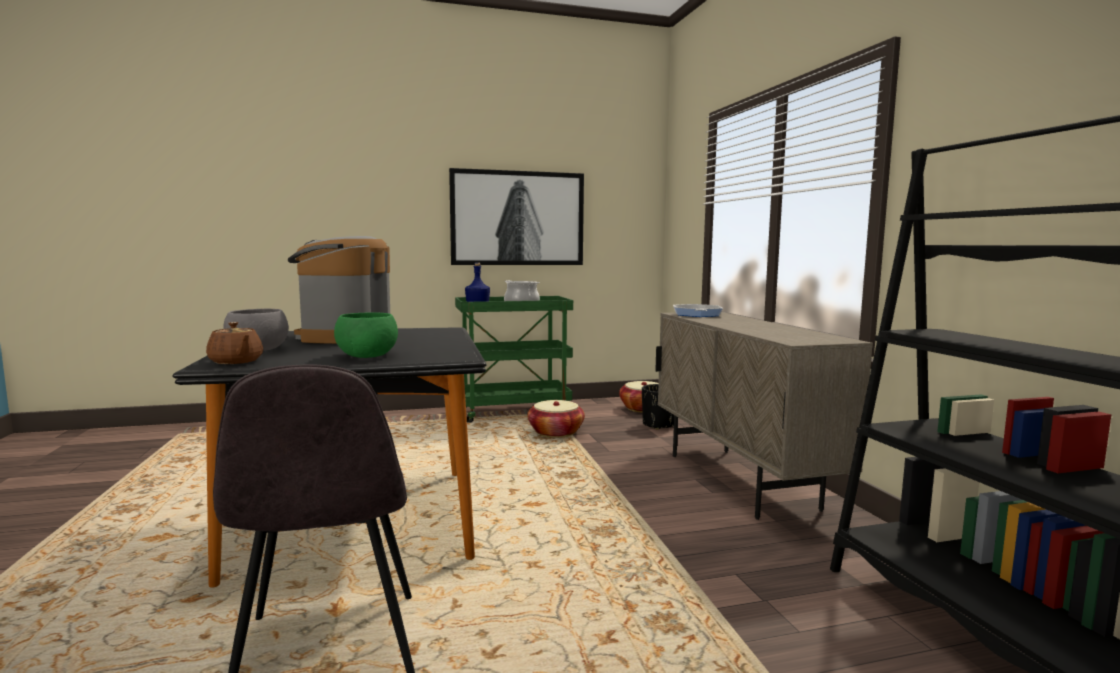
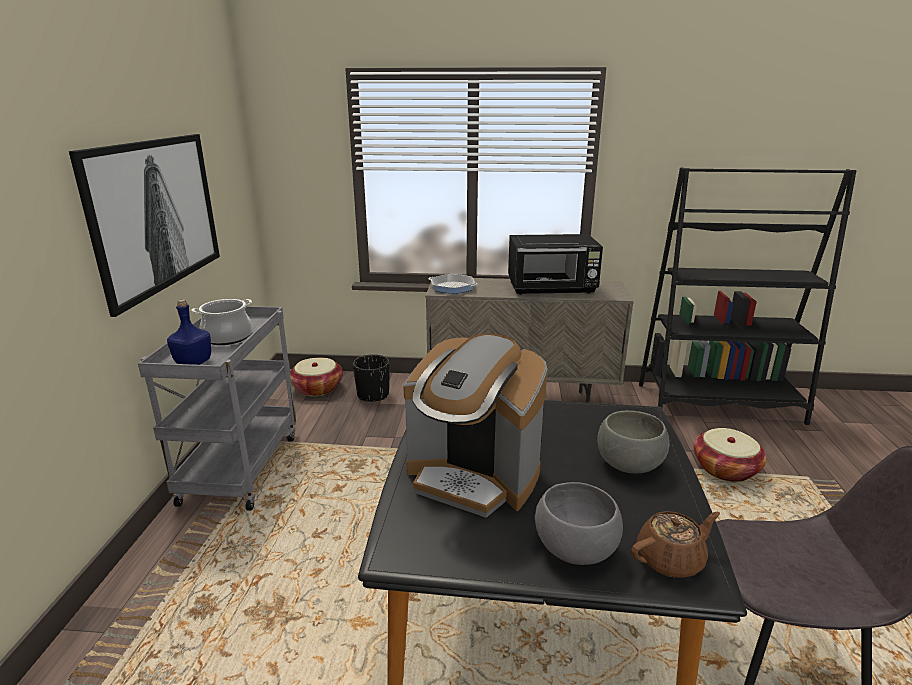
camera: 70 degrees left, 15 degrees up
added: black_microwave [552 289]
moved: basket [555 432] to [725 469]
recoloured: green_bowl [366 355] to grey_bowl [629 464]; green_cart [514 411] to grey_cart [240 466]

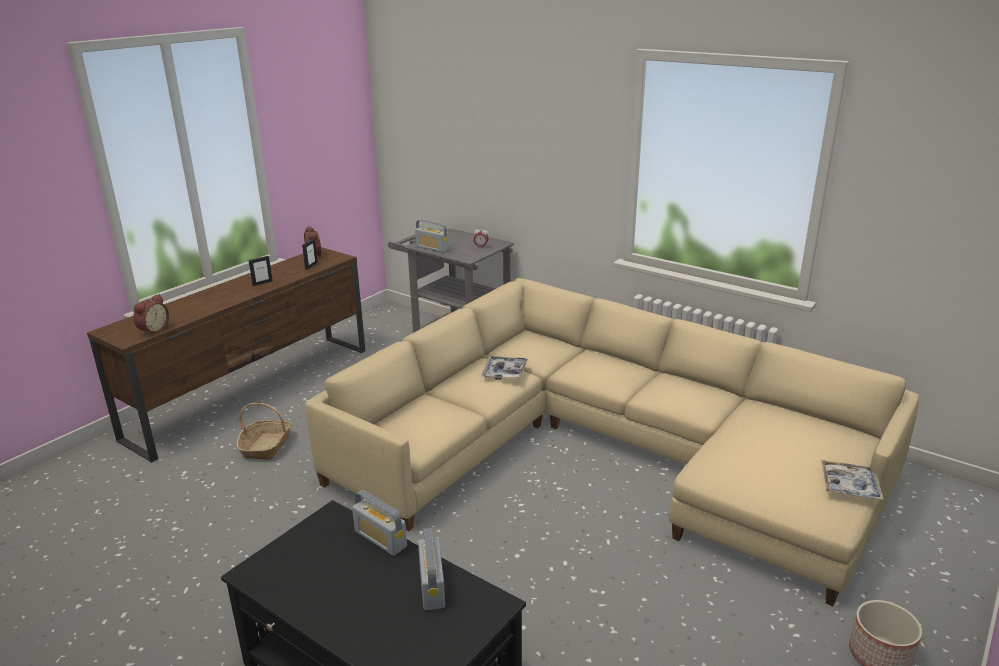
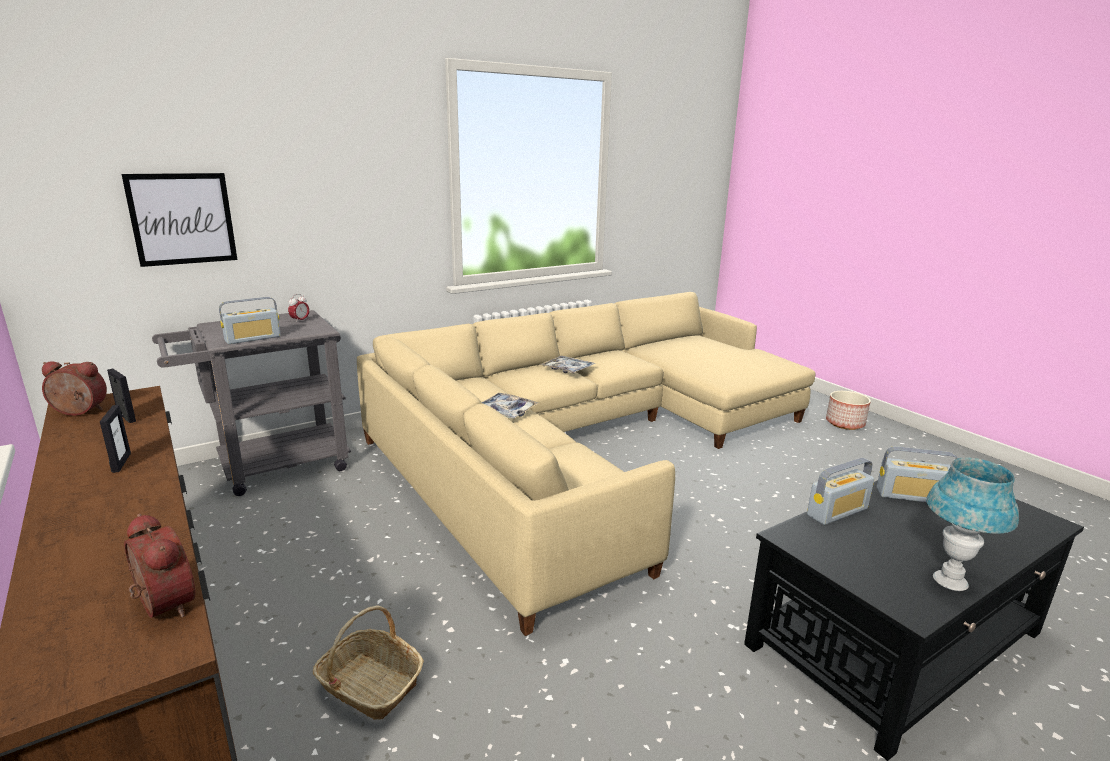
camera: 70 degrees left, 5 degrees down
added: picture [182 219]; blue_table_lamp [950 582]
moved: tray [849 486] to [567 369]

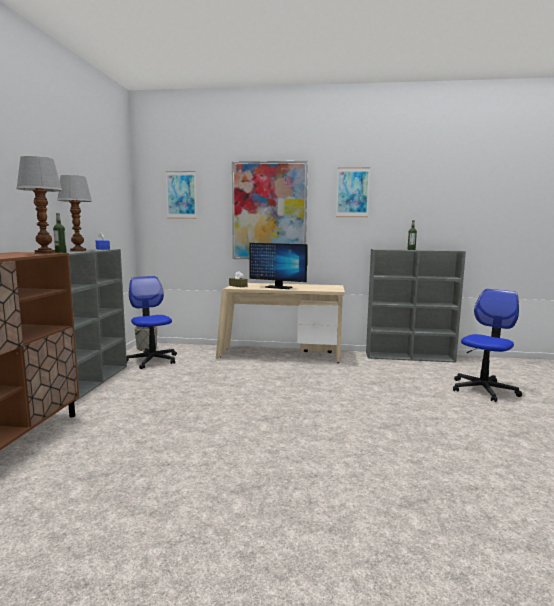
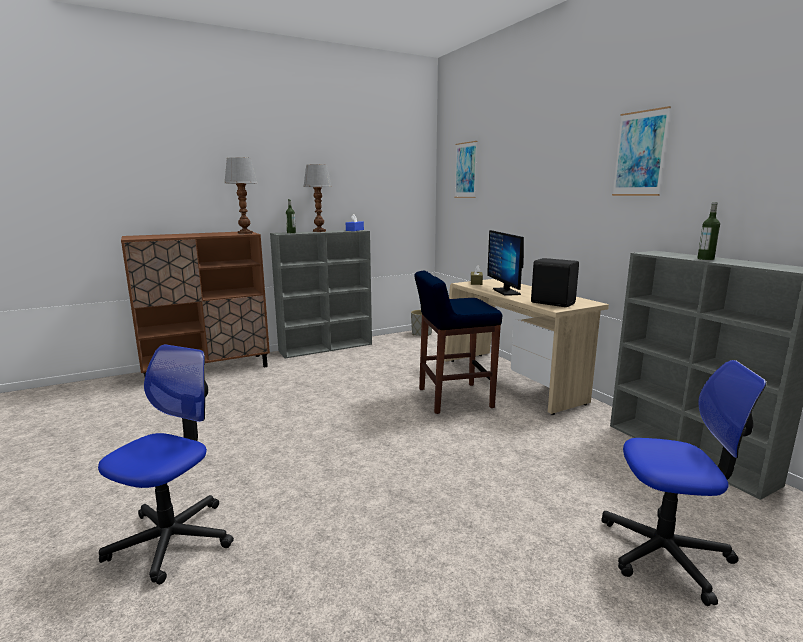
camera: 55 degrees right, 5 degrees up
removed: picture [269 211]
added: blue_stool [453 398]; black_speaker [552 303]
moved: office_chair [152 360] to [172 539]

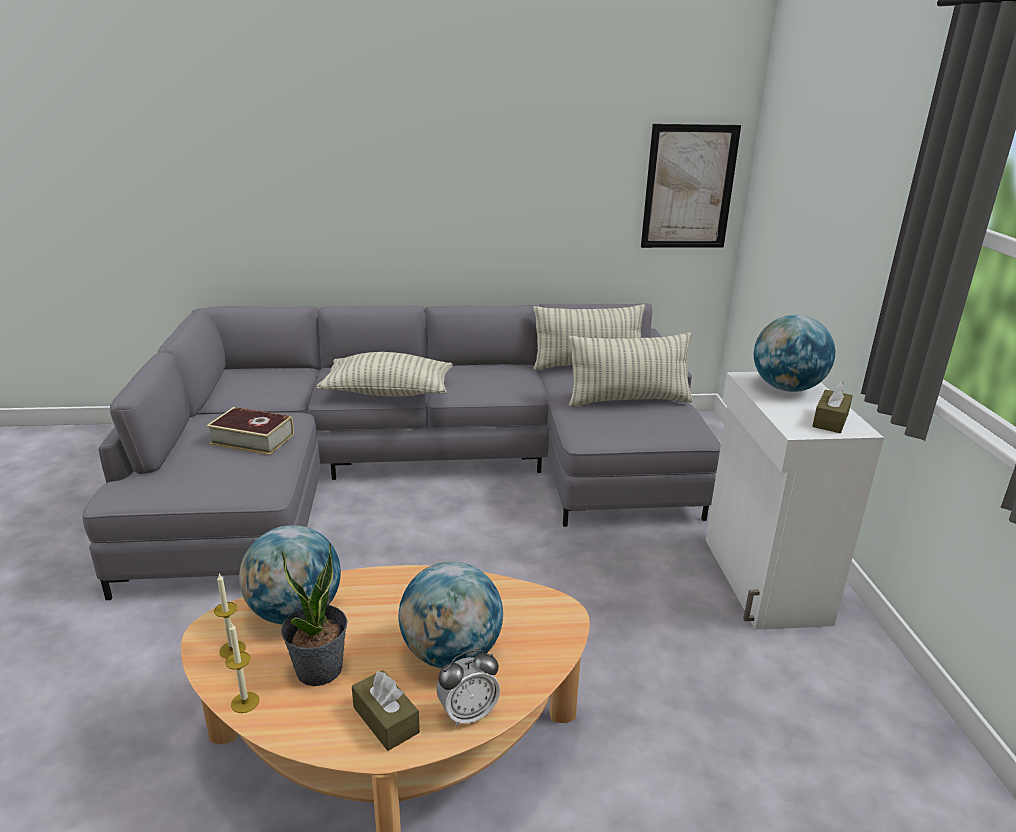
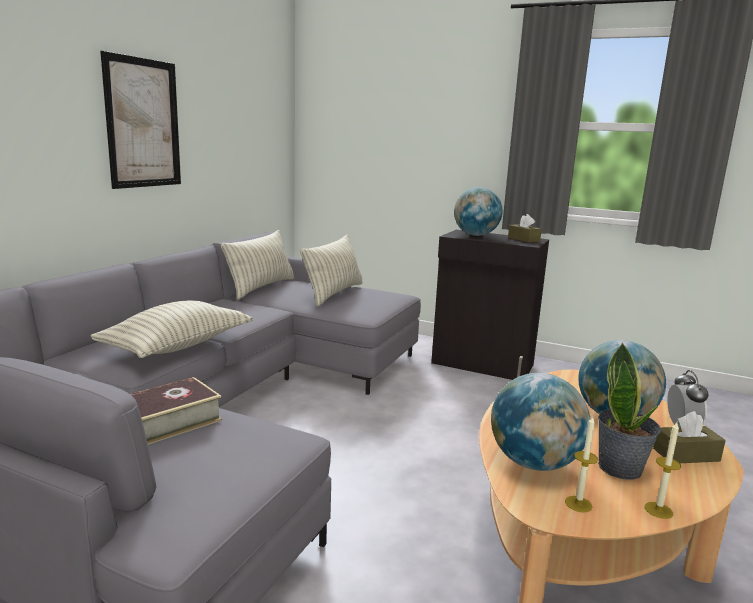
camera: 60 degrees left, 10 degrees down
moved: picture [689 187] to [143 123]
recoloured: white_cabinet [762 580] to black_cabinet [483 364]

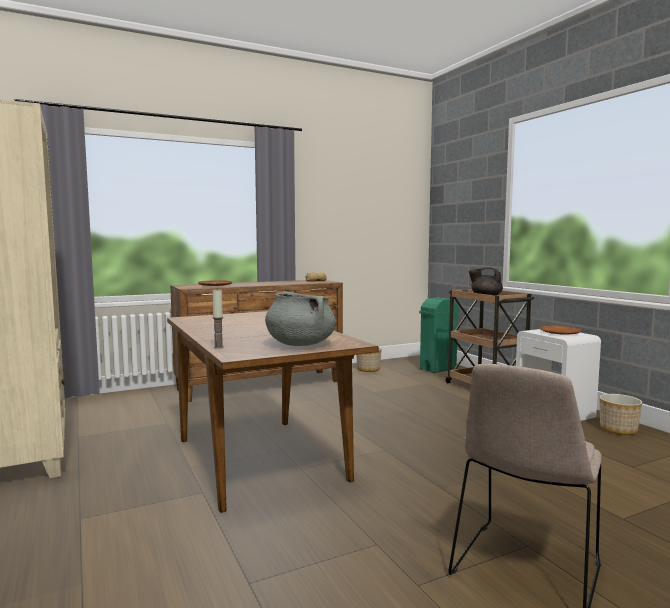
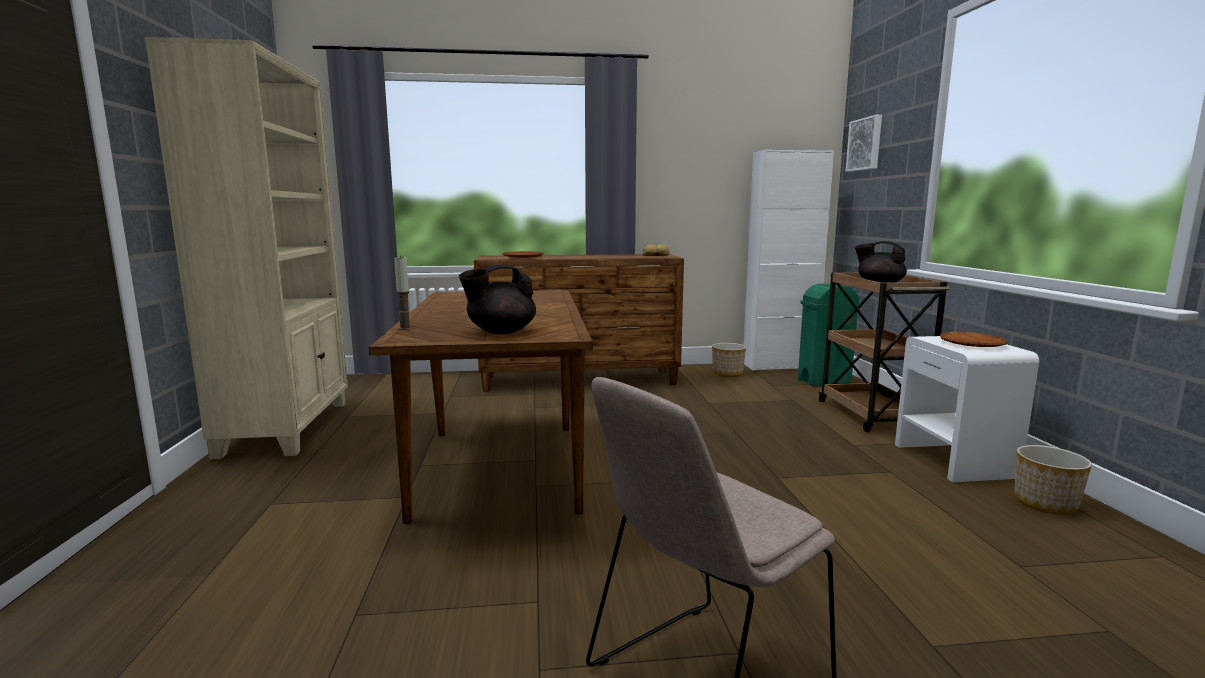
camera: 20 degrees right, 5 degrees up
added: white_cabinet [779 366]; picture [865 144]
replaced: grey_cooking_pot [300 344] to black_teapot [500 332]

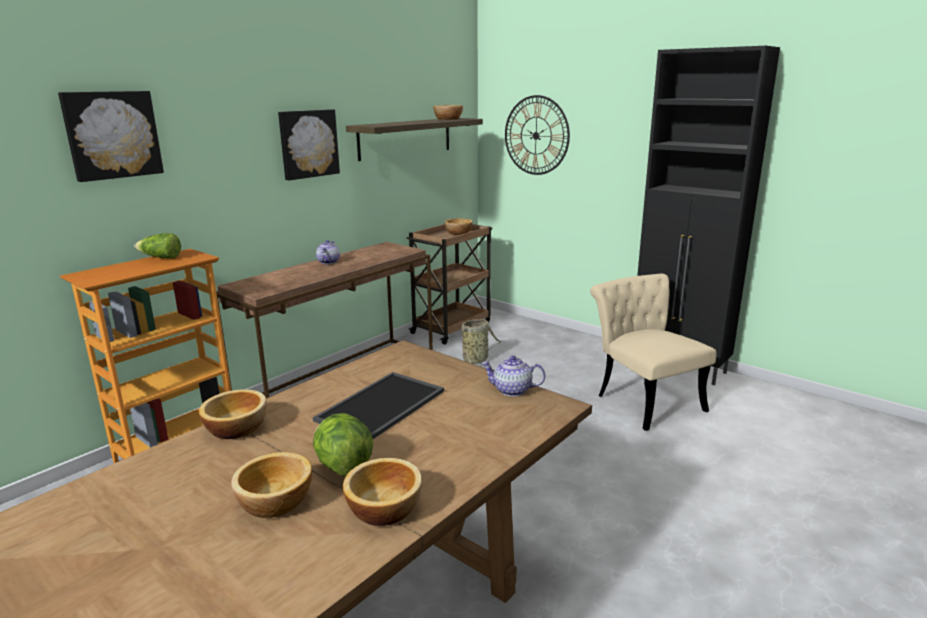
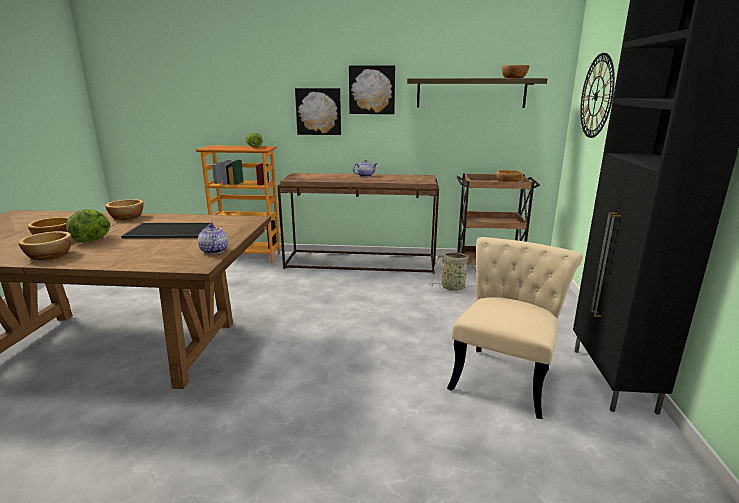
camera: 55 degrees right, 0 degrees up
moved: picture [112 135] to [319 111]

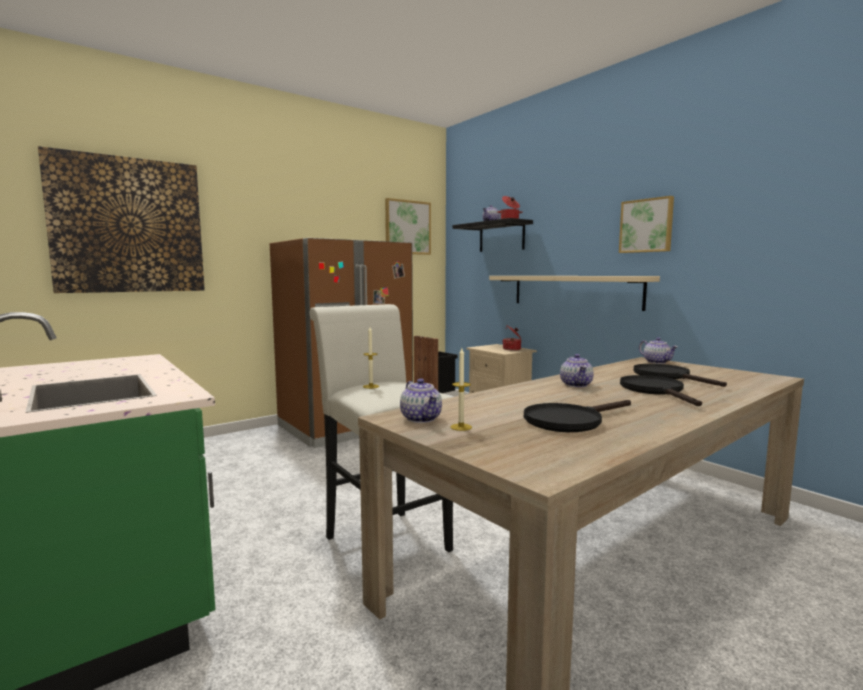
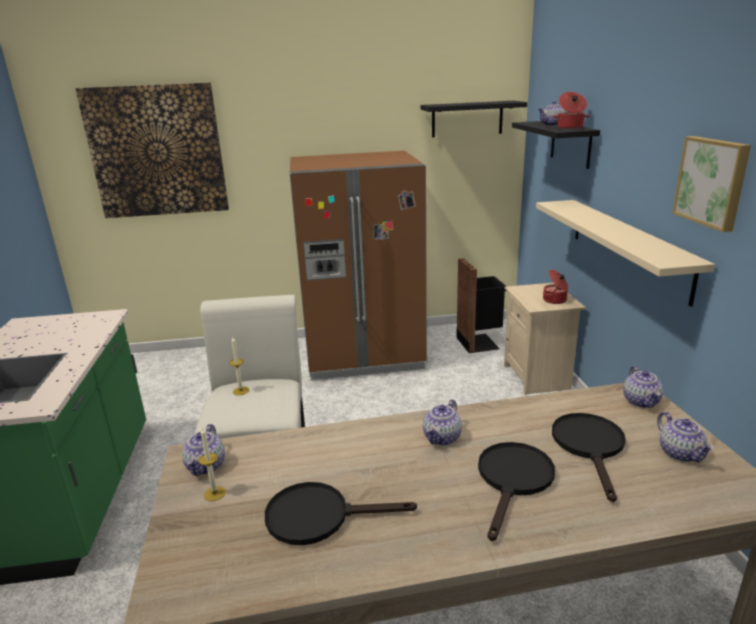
camera: 30 degrees right, 15 degrees up
added: teapot [681 453]
replaced: picture [407 227] to black_shelf [467 119]

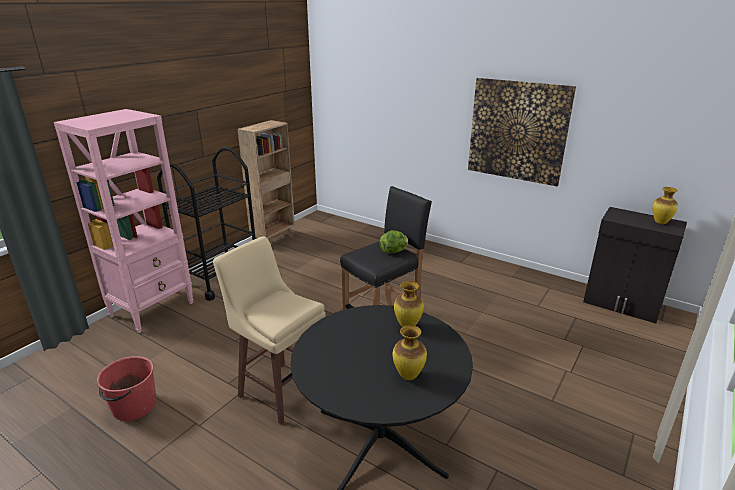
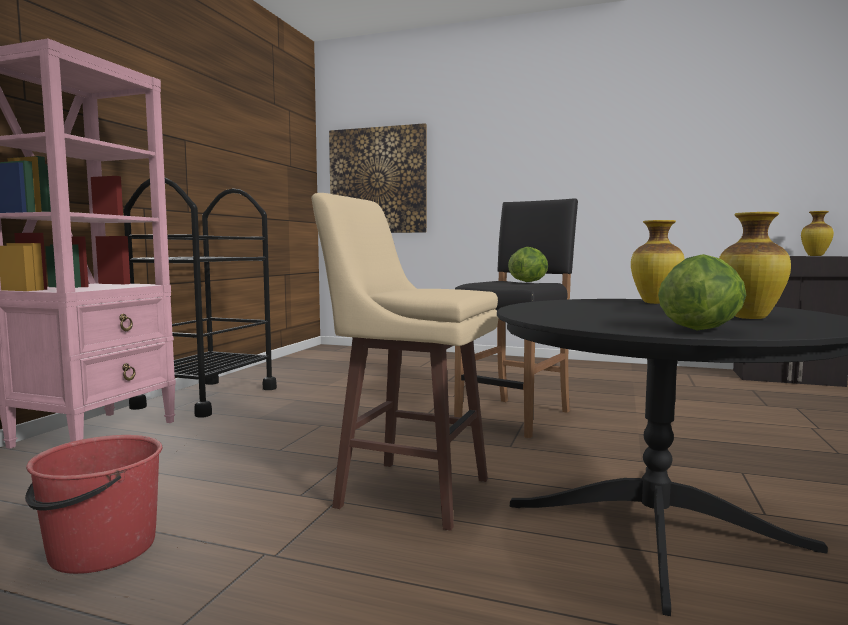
camera: 15 degrees left, 20 degrees down
removed: brown_bookcase [274 240]
added: lettuce [701 329]
moved: picture [517 131] to [377 180]

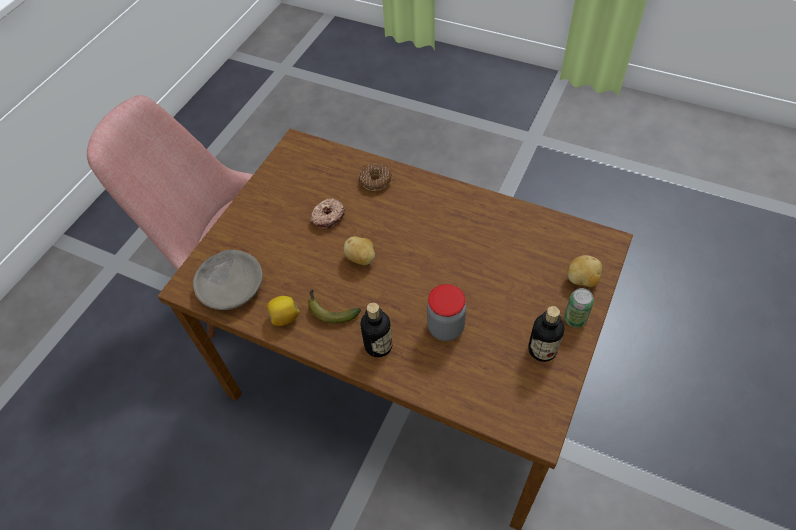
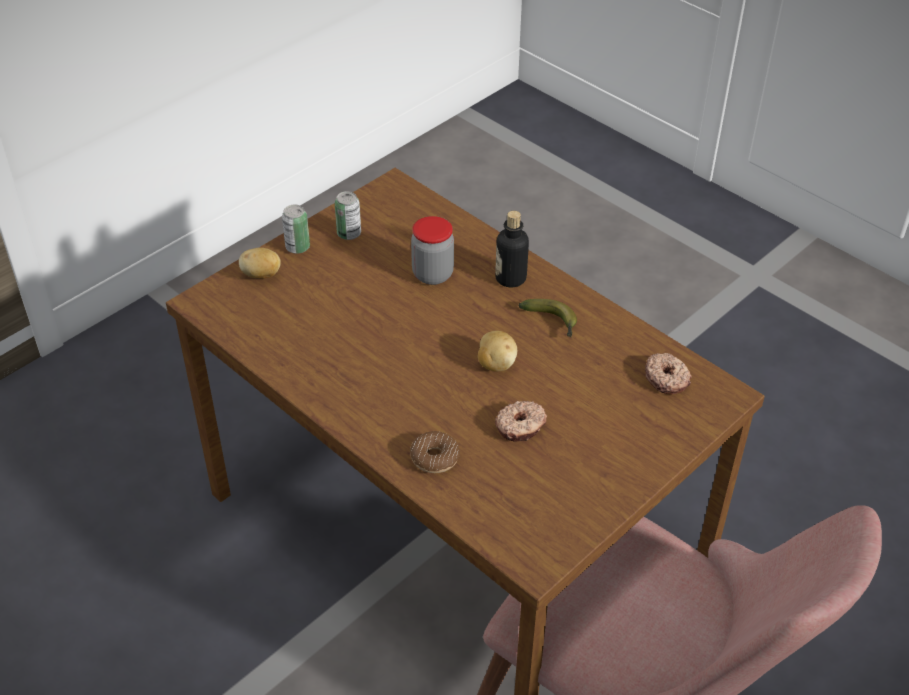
camera: 165 degrees left, 10 degrees down
removed: lemon [285 317]
replaced: grey_bowl [231 286] to donut [667 378]; bottle [542 349] to can [349 234]

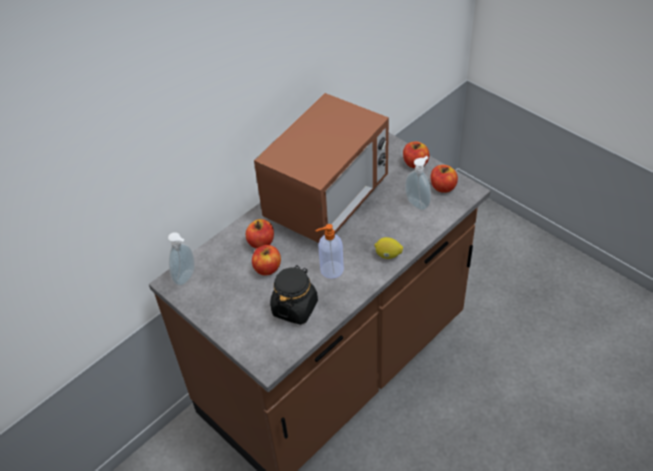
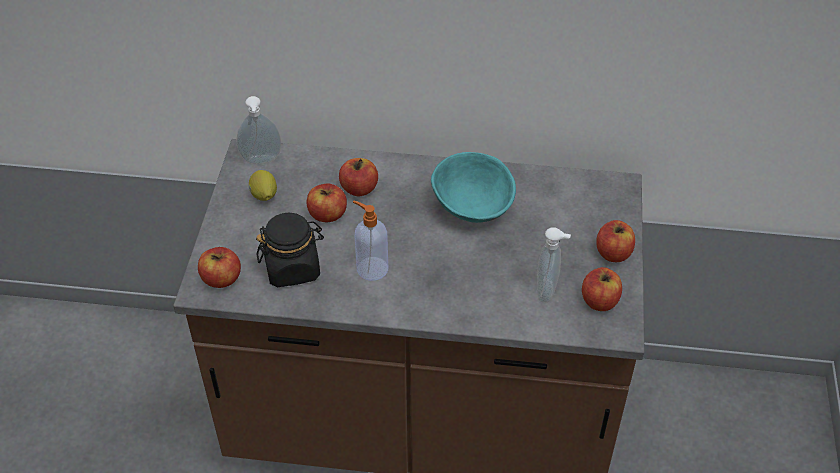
camera: 50 degrees right, 0 degrees up
added: apple [221 279]
moved: lemon [388 255] to [264 196]
replaced: microwave [327 200] to turquoise_bowl [472 207]

